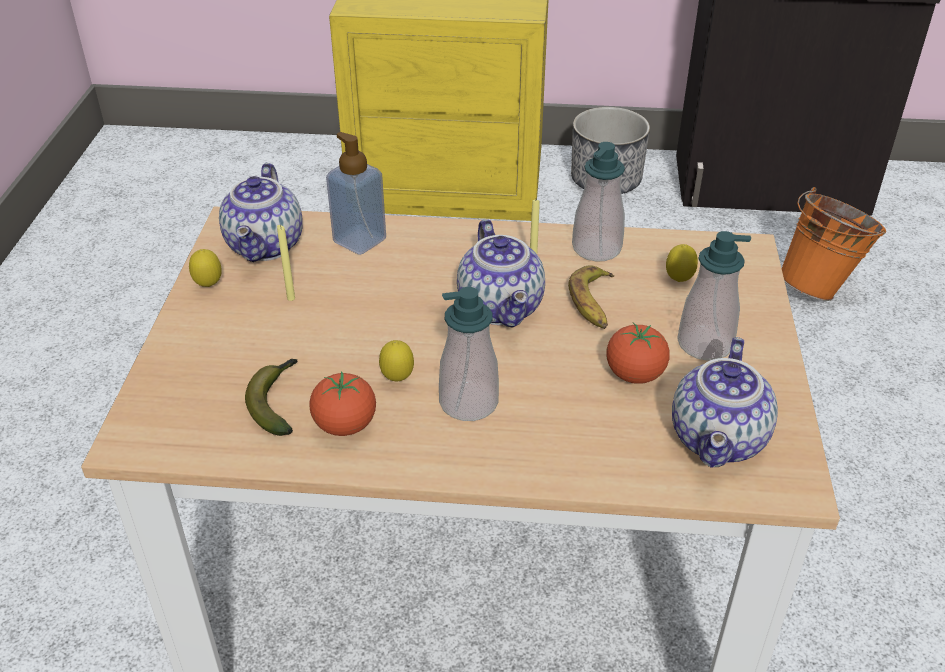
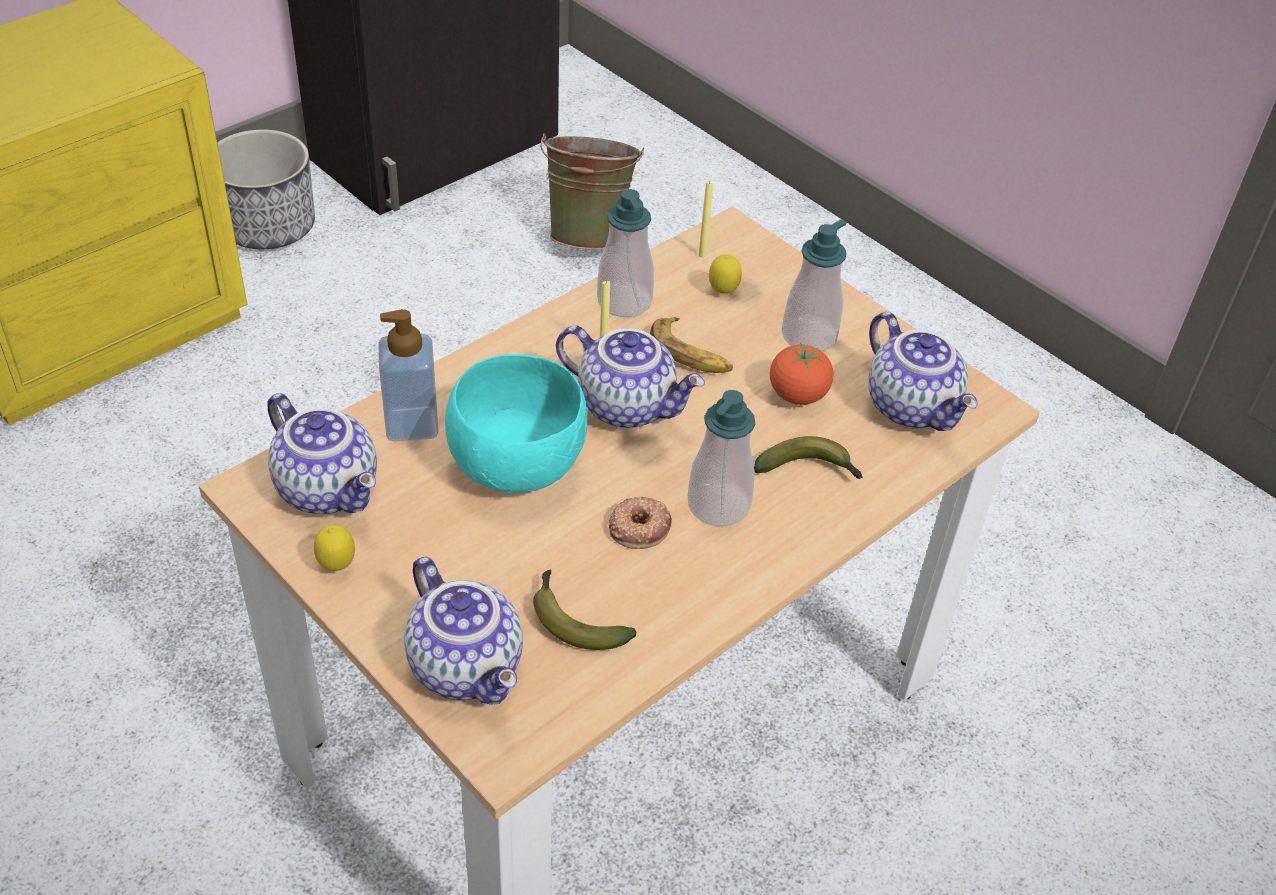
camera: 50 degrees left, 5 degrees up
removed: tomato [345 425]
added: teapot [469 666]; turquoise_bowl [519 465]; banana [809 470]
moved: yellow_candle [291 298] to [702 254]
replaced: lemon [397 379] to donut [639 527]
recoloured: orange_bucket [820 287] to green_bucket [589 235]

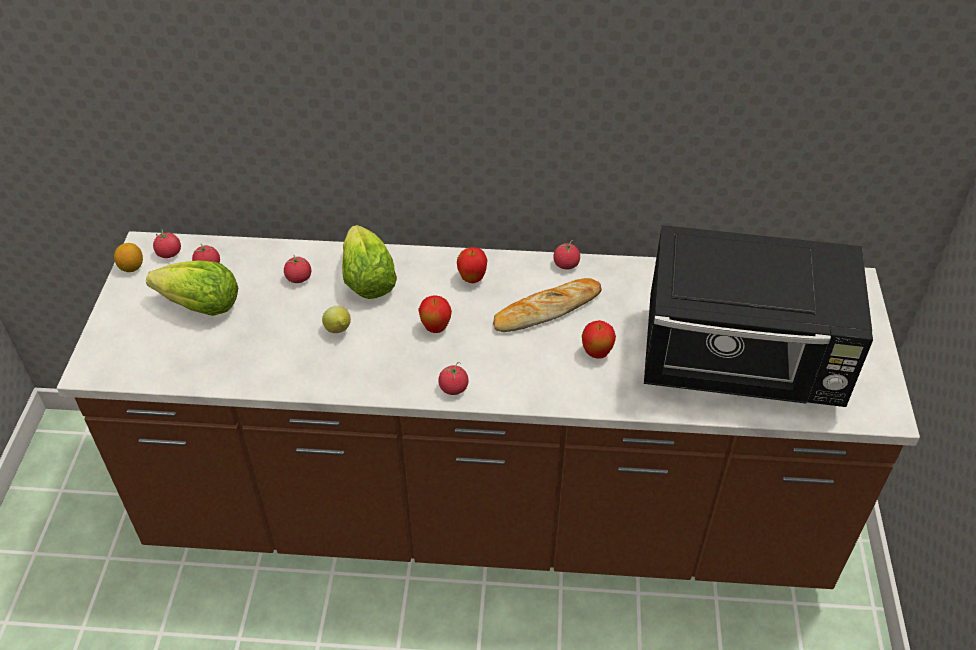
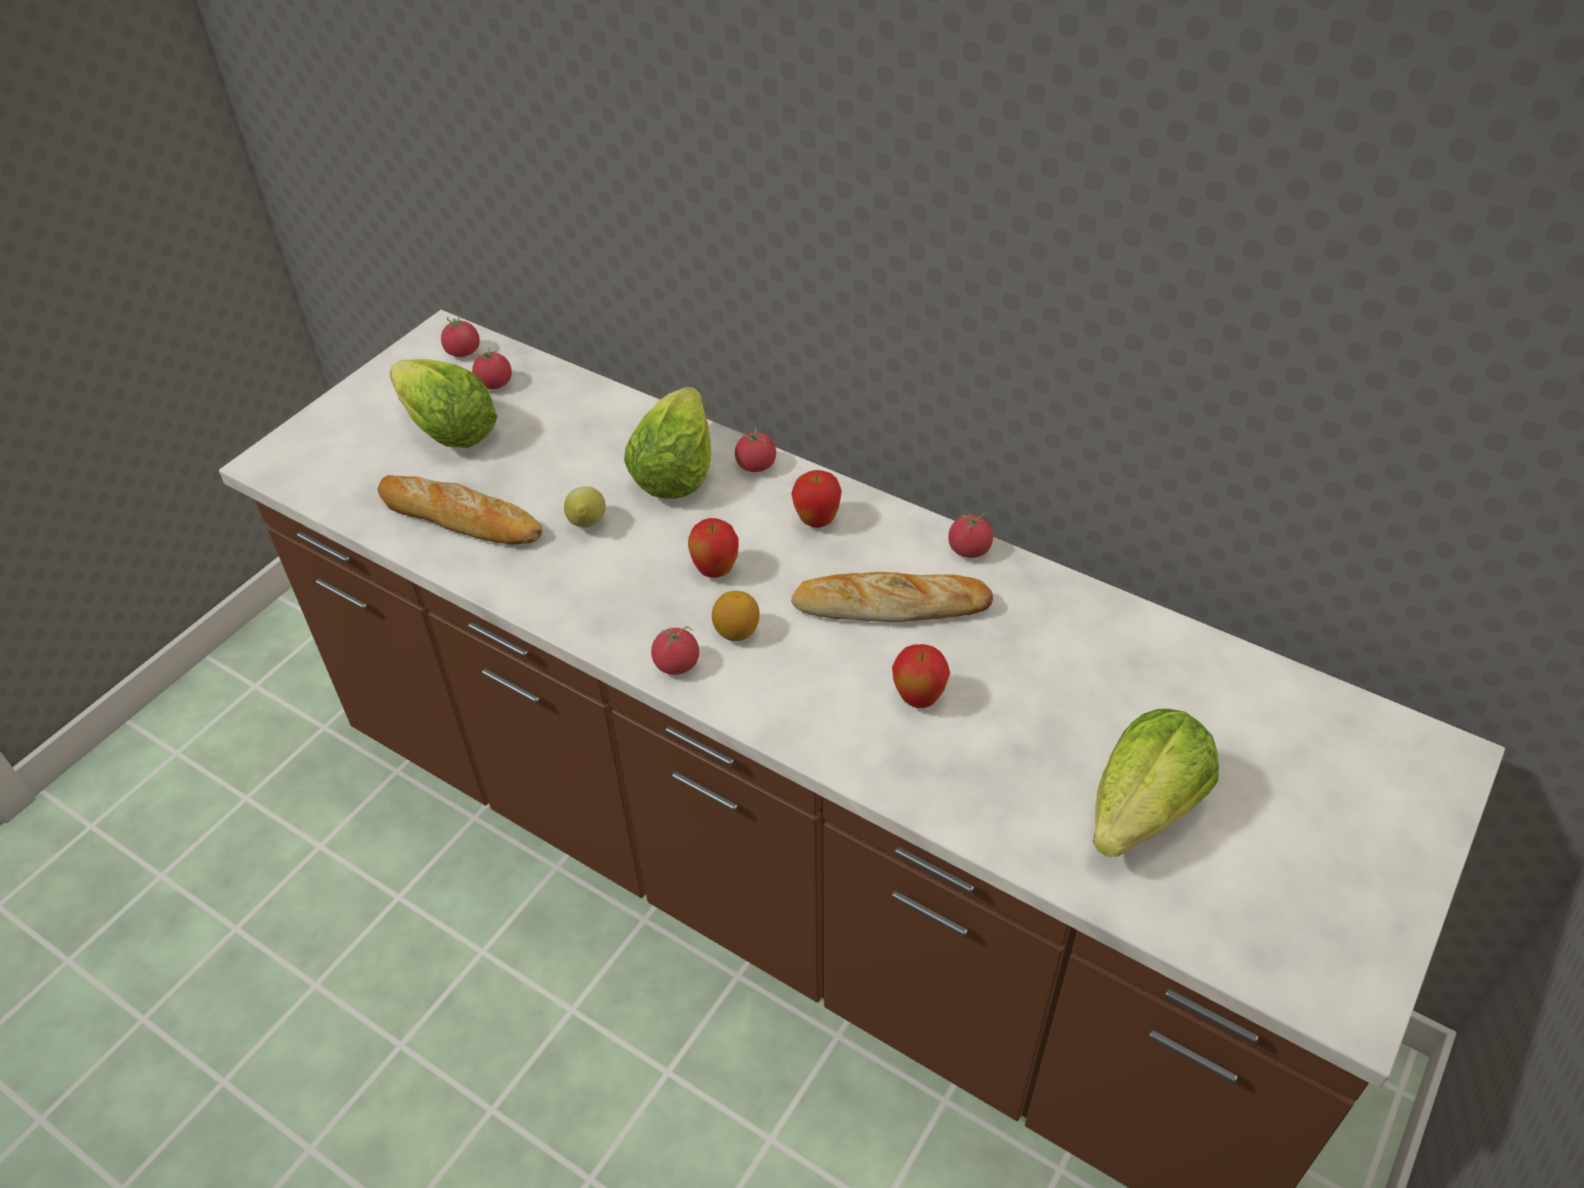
camera: 30 degrees right, 0 degrees up
added: bread [461 518]
moved: lemon [132 267] to [736 631]; tomato [299 278] to [756 465]
replaced: black_microwave [742 363] to lettuce [1144 810]

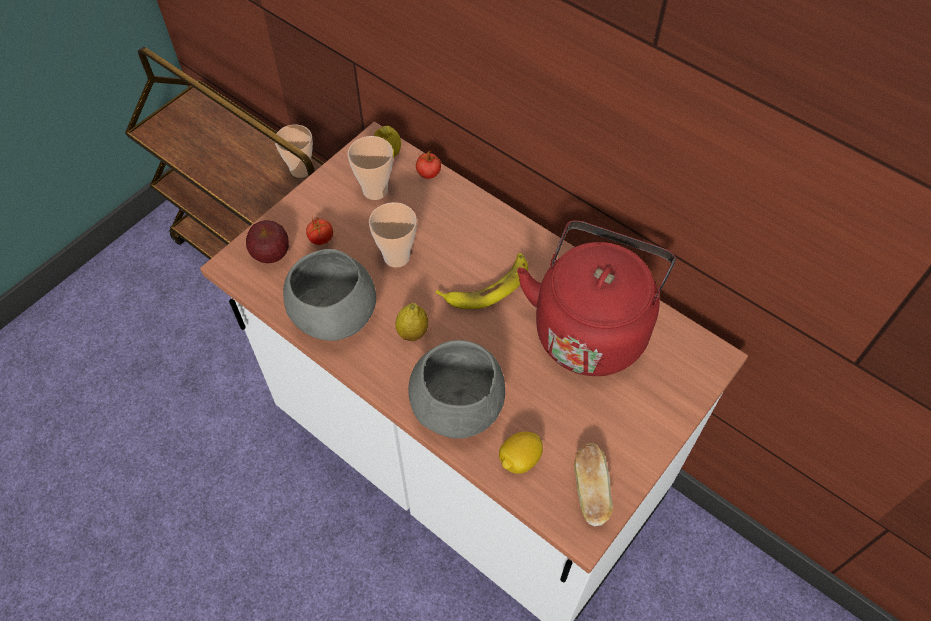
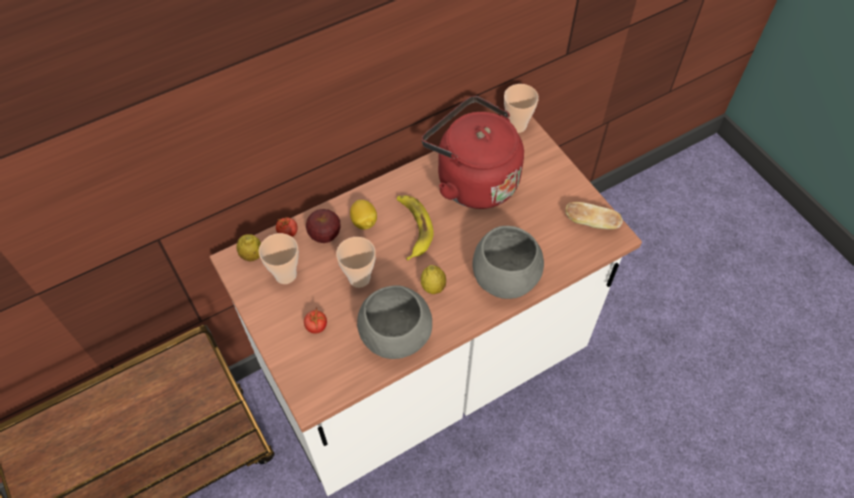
camera: 70 degrees left, 0 degrees up
moved: apple [271 254] to [325 235]; cup [300 170] to [517 125]; lemon [519 459] to [364 222]

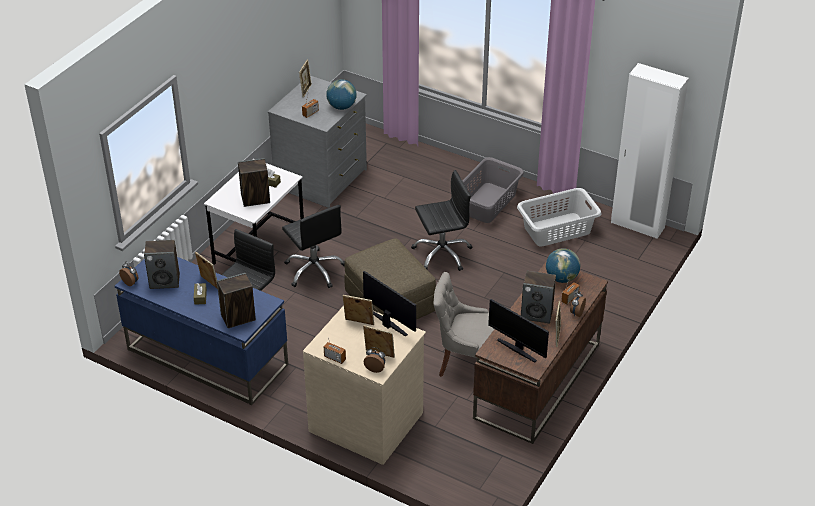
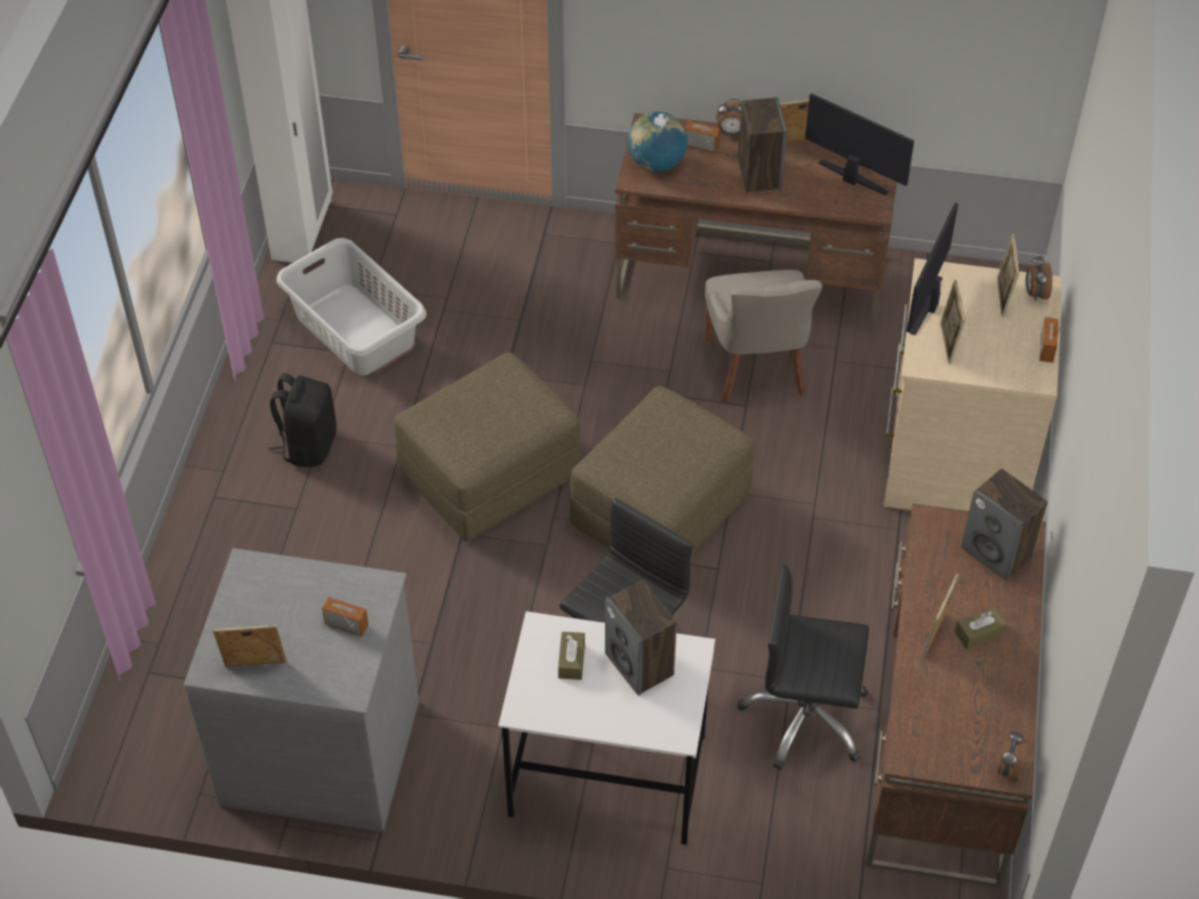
camera: 110 degrees left, 10 degrees up
removed: speaker [165 281]; globe [341 107]
replaced: black_office_chair [442 253] to brown_ottoman [490 474]; grey_laundry_basket [488 203] to black_backpack [308 445]
recoloured: blue_desk [206 357] to brown_desk [944 742]
turned: monitor [517 349] = [851 179] 75 degrees counterclockwise

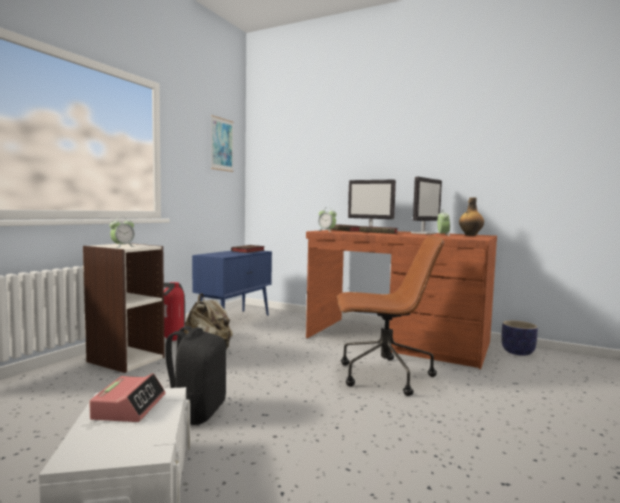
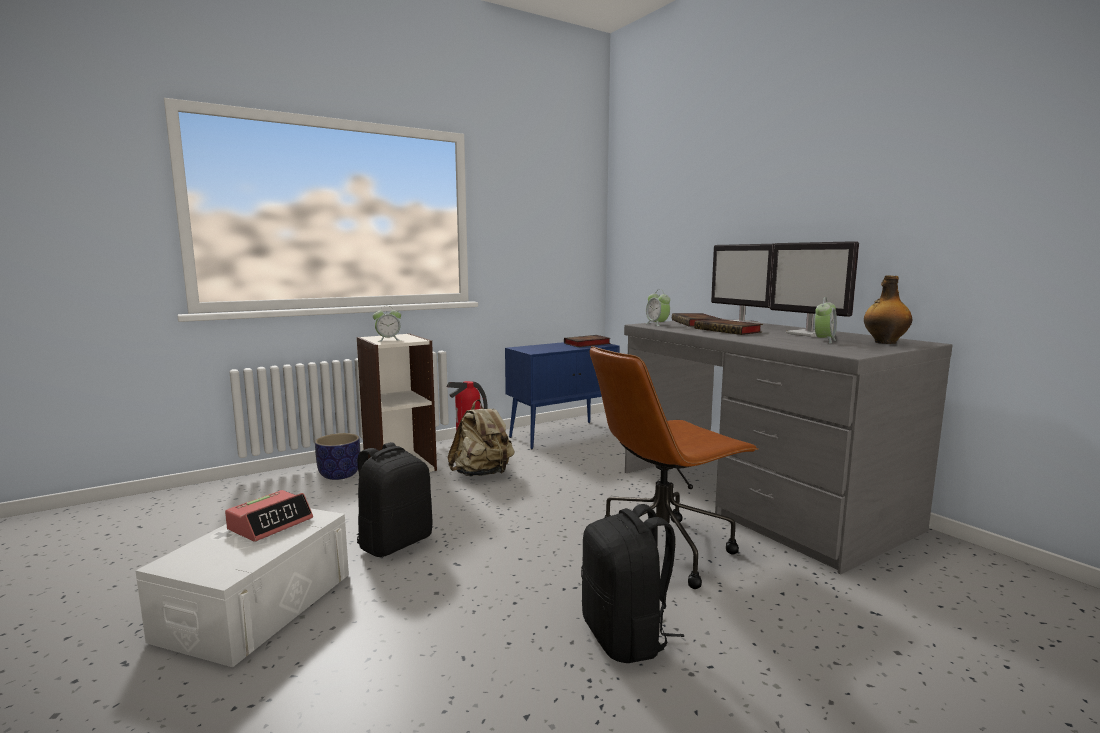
camera: 30 degrees right, 5 degrees up
removed: picture [222 144]
added: black_backpack [626 637]
moved: planter [517 352] to [339 475]
recoloured: brown_desk [398 340] to grey_desk [757 499]
turned: brown_office_chair [383 376] = [663 549] 120 degrees clockwise; monitor [423 233] = [808 334] 75 degrees clockwise

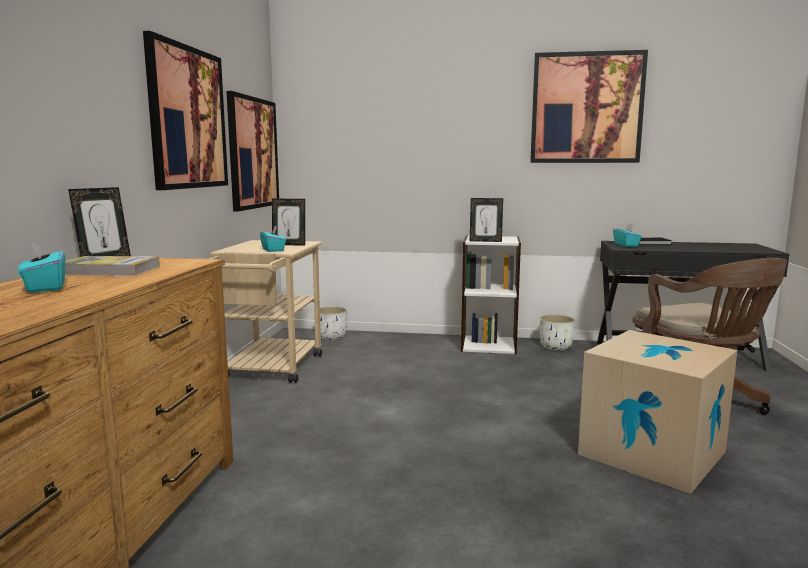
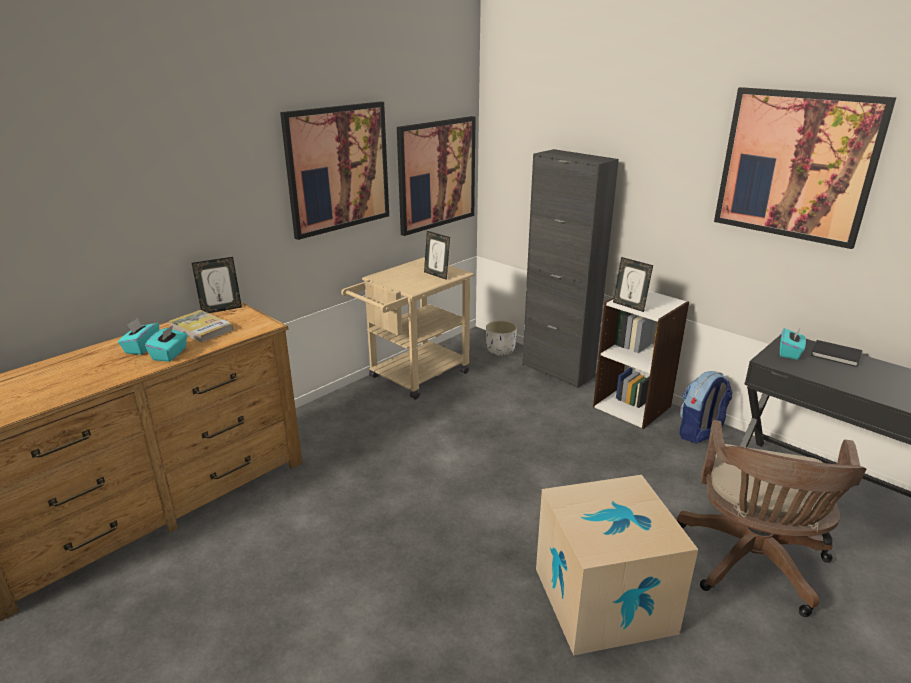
camera: 35 degrees right, 15 degrees up
added: black_cabinet [558 370]
moved: turquoise_tissue_box [273 250] to [170 354]
replaced: white_planter [556 347] to backpack [700 433]

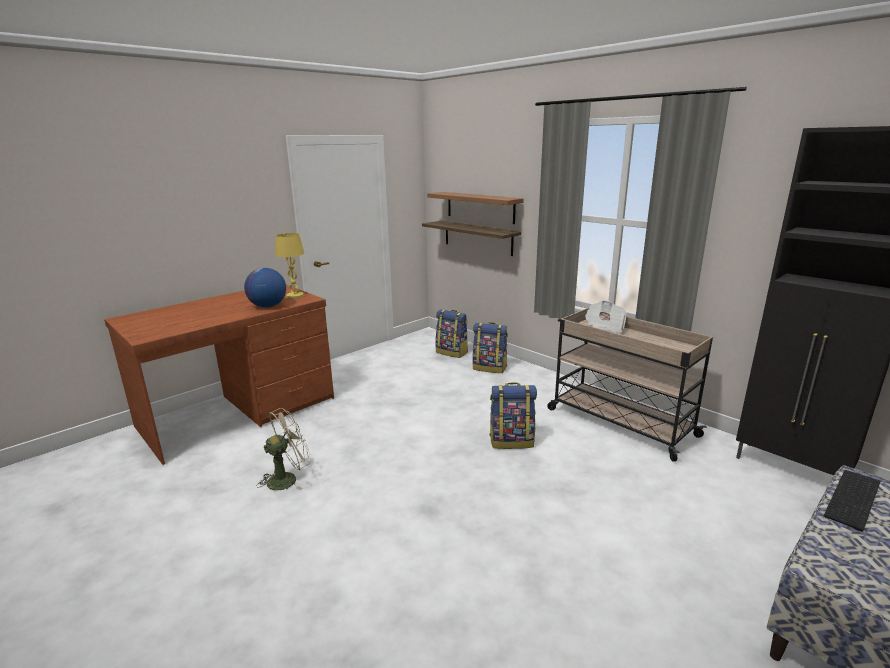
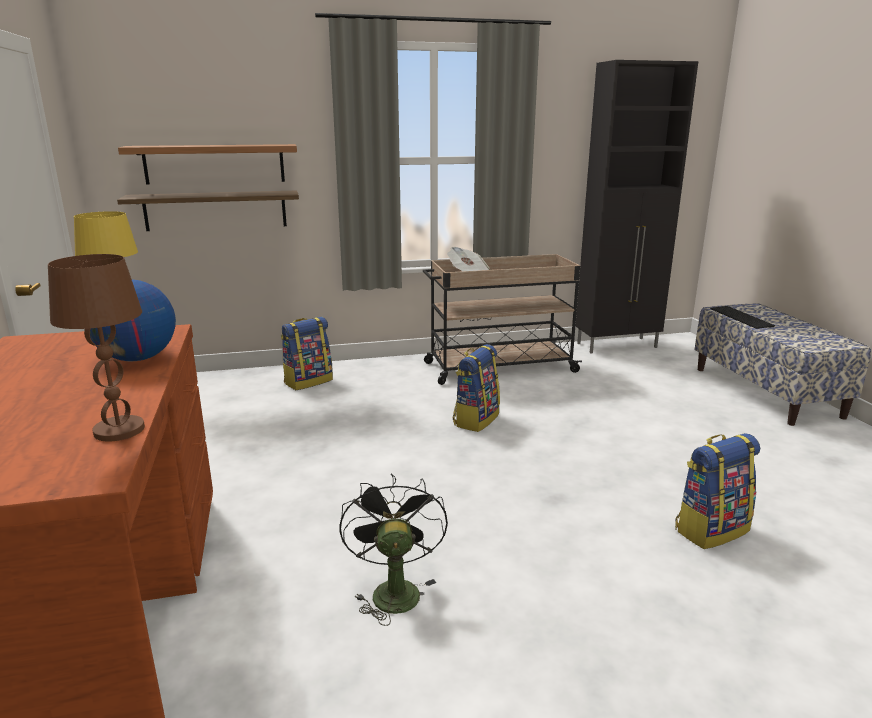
camera: 60 degrees left, 0 degrees up
added: brown_table_lamp [119 430]
moved: backpack [452 352] to [711 529]
recoloured: beige_fan [288 478] to black_fan [393 589]

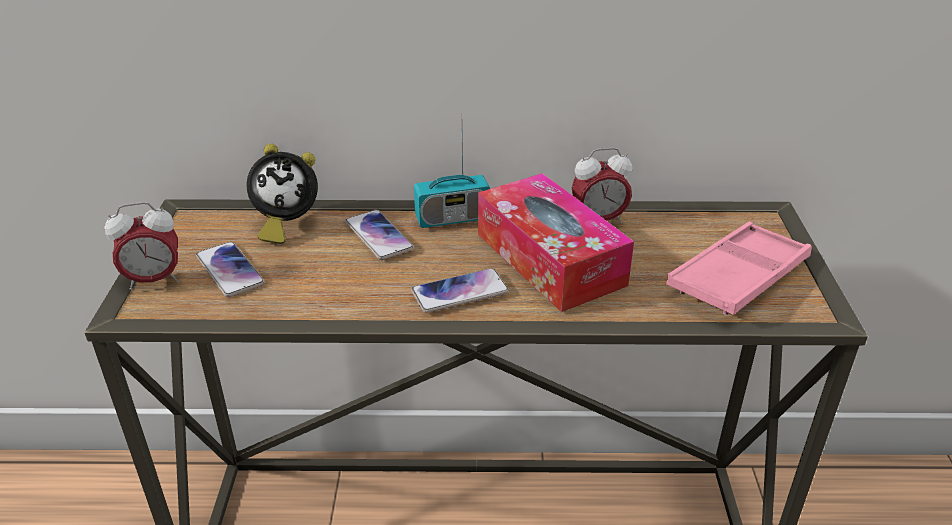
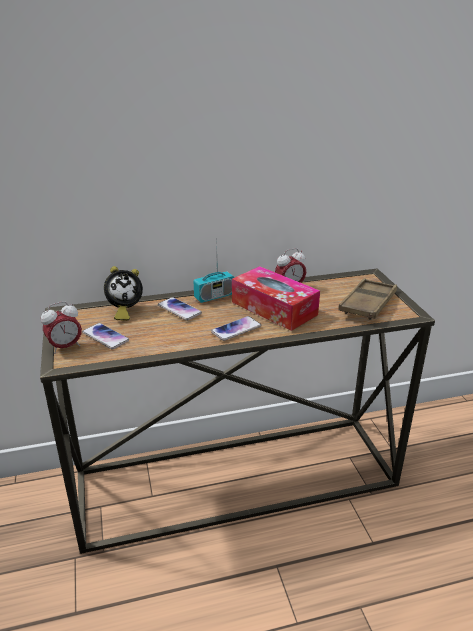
camera: 15 degrees left, 5 degrees down
recoloured: pink_tray [738 277] to brown_tray [368 304]

